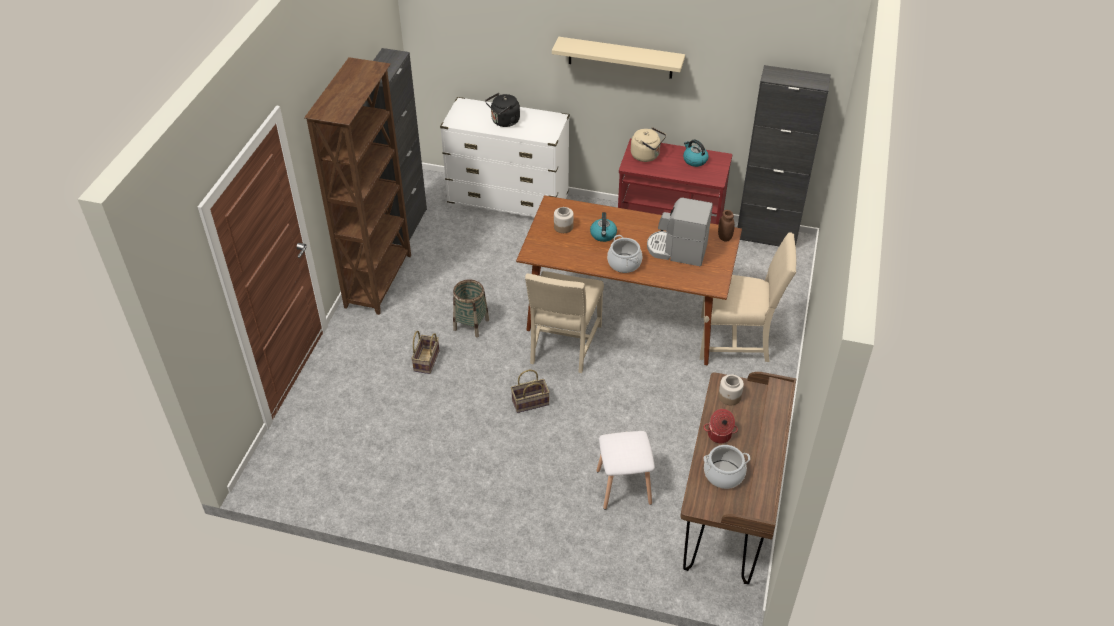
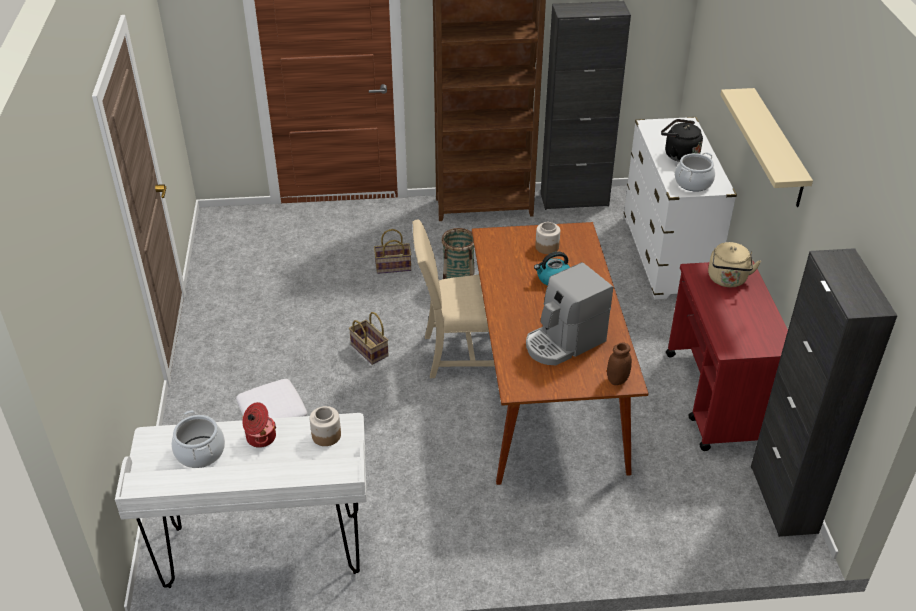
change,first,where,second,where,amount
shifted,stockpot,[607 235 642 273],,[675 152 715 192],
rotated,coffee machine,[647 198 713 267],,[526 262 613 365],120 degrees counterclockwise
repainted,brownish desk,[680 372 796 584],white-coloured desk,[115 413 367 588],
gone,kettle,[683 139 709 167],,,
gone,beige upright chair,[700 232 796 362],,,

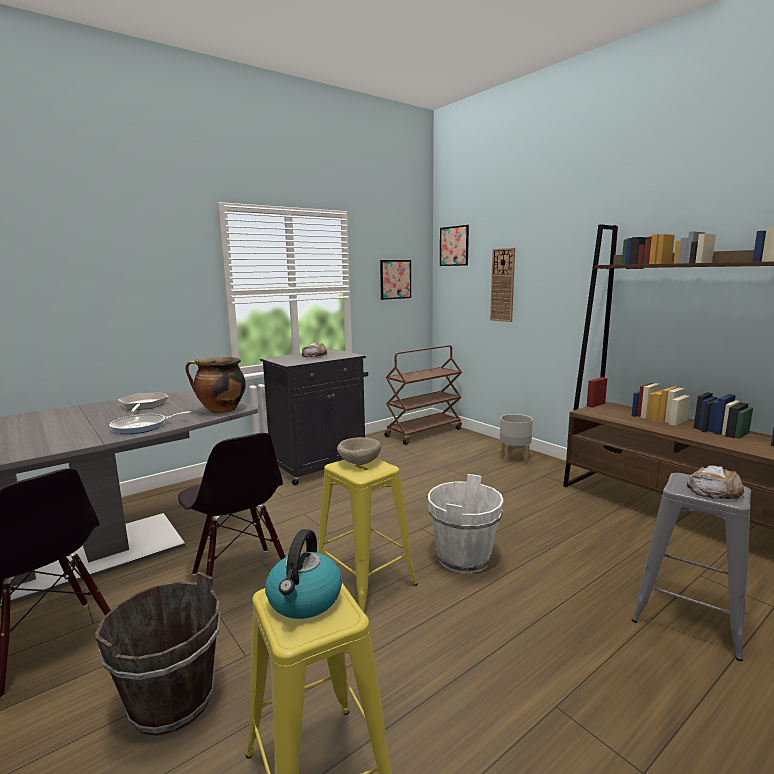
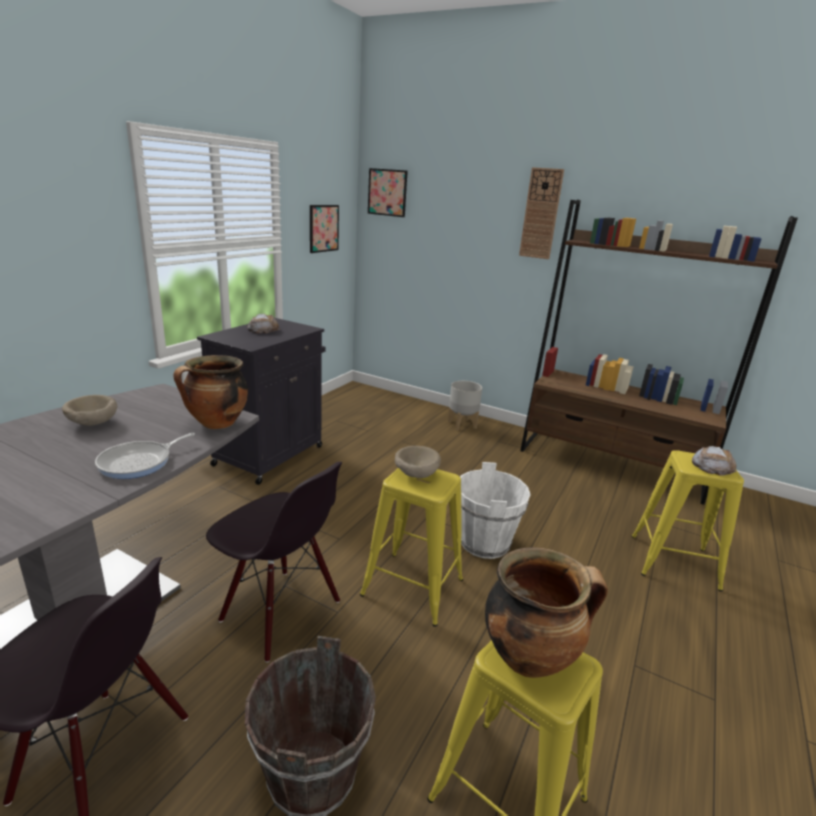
change,first,where,second,where,amount
swapped,pan,[118 392 169 413],beige deep dish,[62 395 117 426],
swapped,kettle,[265 529 342 619],stockpot,[485 547 608 678],
gone,brownish wheeled cart,[384 345 462 445],,,
shifted,clock on the wall,[490 248 515 322],,[519 167 564 259],
repainted,grey stool seat,[632 473 751 661],yellow-coloured stool seat,[631 450 744 592],

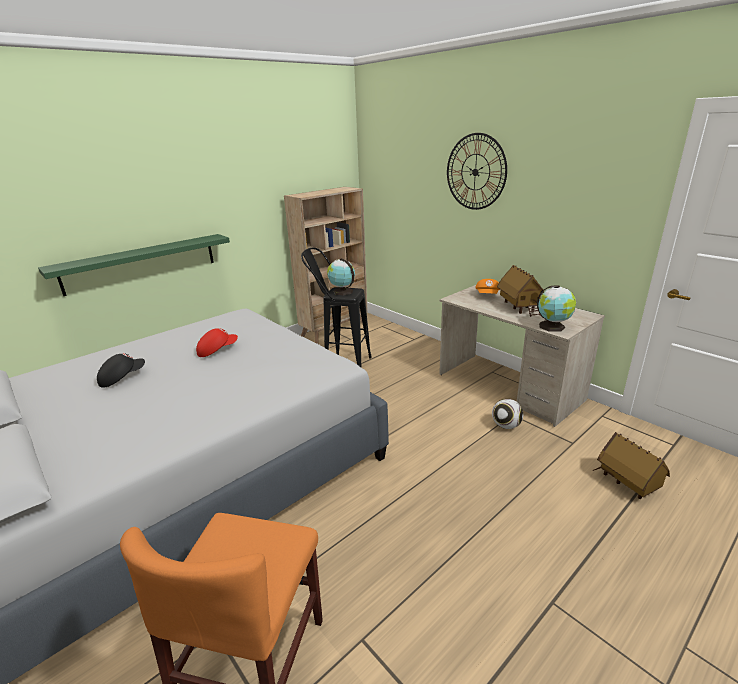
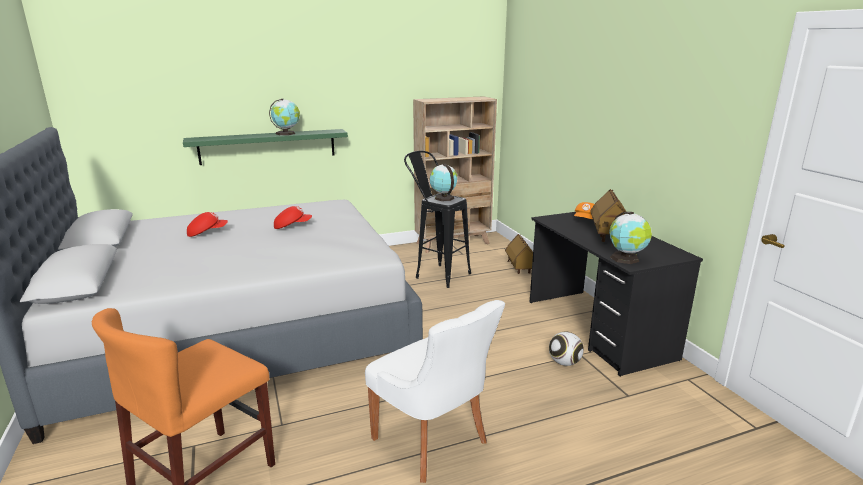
change,first,where,second,where,amount
repainted,black-coloured peaked cap,[97 353 145 388],red-coloured peaked cap,[187 212 228 237],
repainted,beige desk,[439 285 605 427],black-coloured desk,[530 212 703 376],
gone,clock on the wall,[447 133 507 210],,,
shifted,toy house,[593 432 670 499],,[505 234 533 274],
new,,,desk globe,[269 99 300 135],
new,,,white-coloured upright chair,[365 300 505 483],

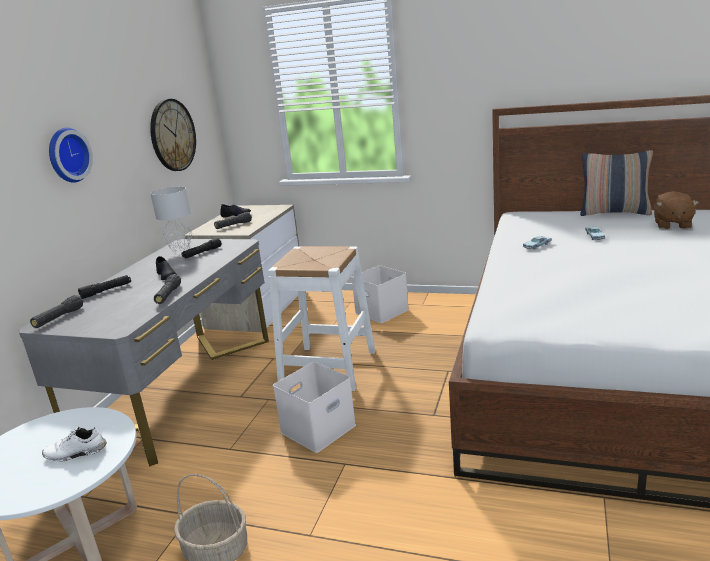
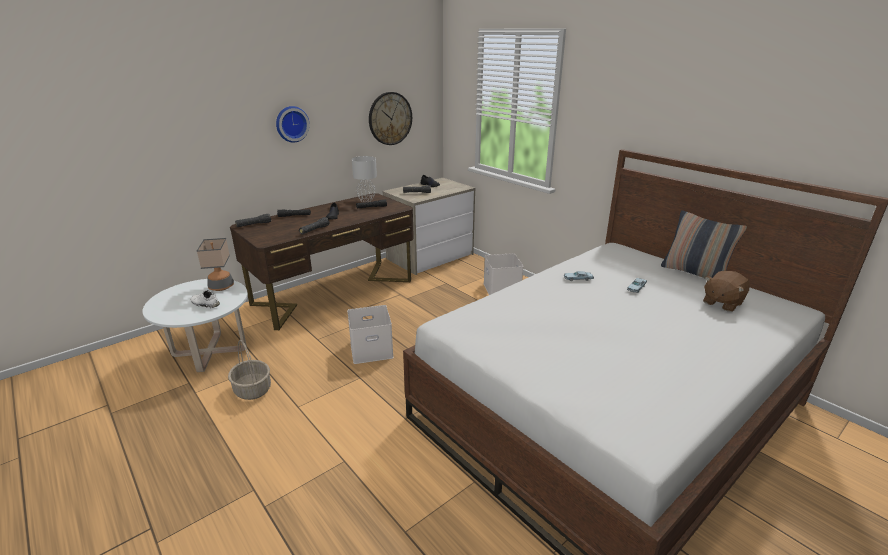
change,first,where,second,where,amount
repainted,grey desk,[19 239 269 466],brownish desk,[230 193 414 330],
gone,white-coloured stool seat,[268 246 376 391],,,
new,,,table lamp,[197 238 234 291],

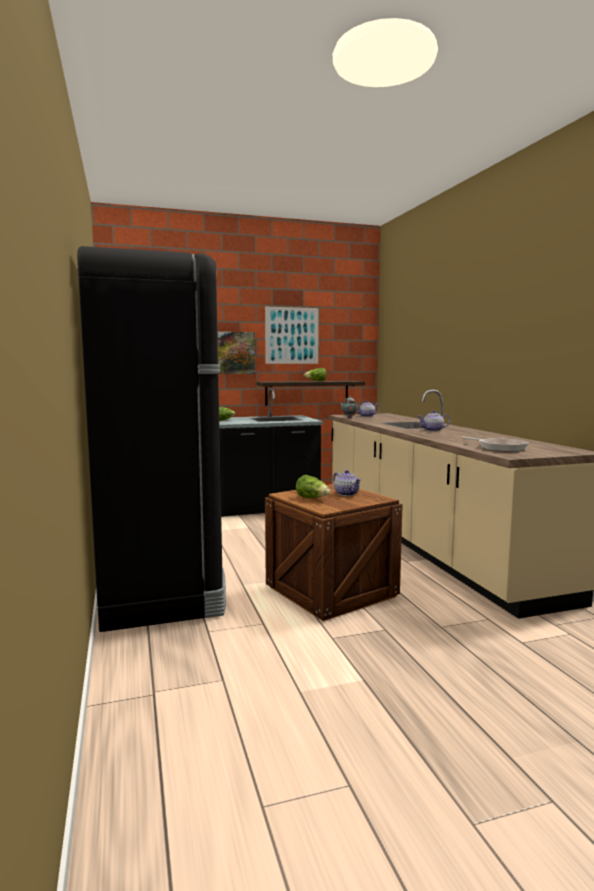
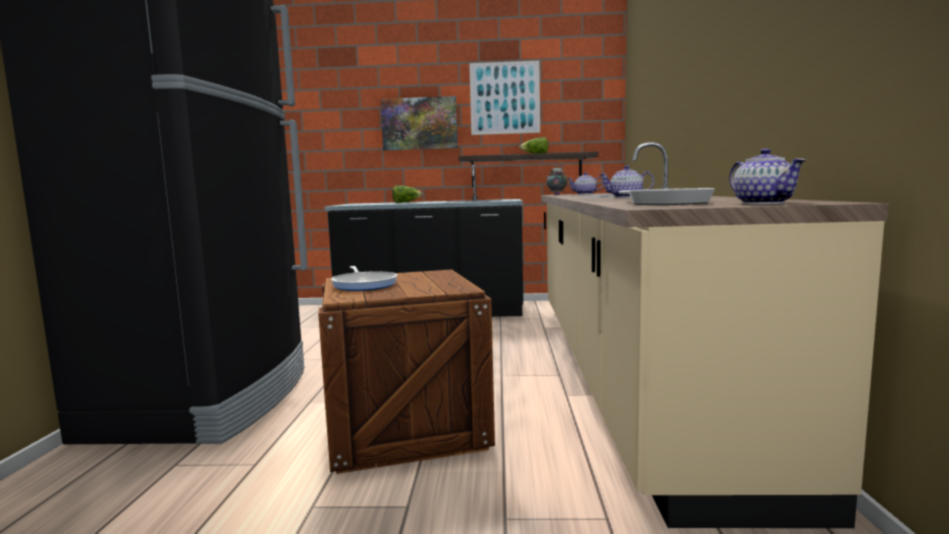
change,first,where,second,where,amount
swapped,head of lettuce,[296 475 330 498],pan,[331 266 397 291],
shifted,pot for tea,[333 470 361 496],,[729 148 806 204],

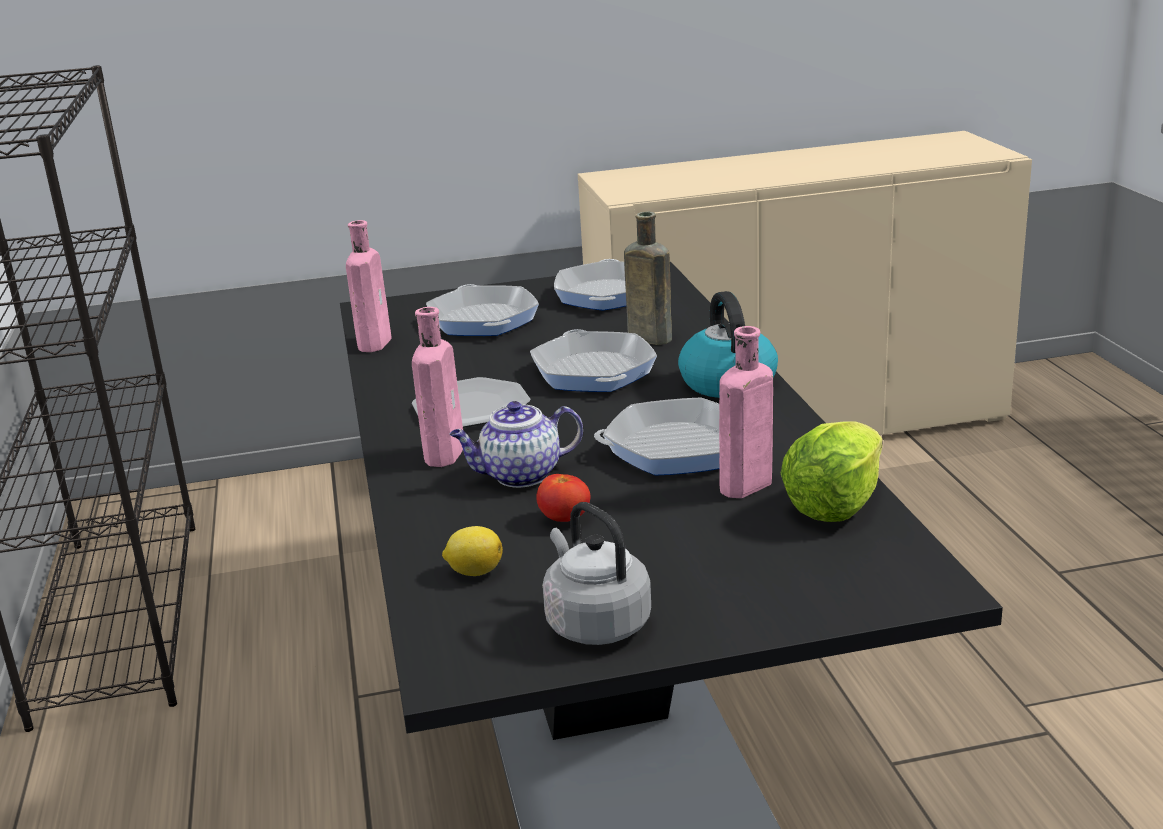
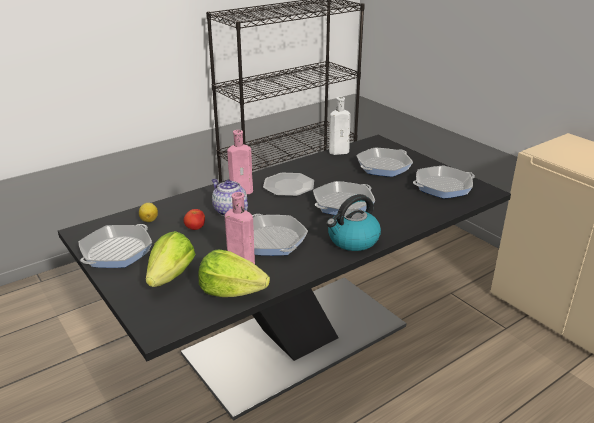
change,first,where,second,where,amount
repainted,pink-coloured drink bottle,[346 220 392 352],white-coloured drink bottle,[329 97 354 155],
swapped,grey kettle,[542 502 651 645],pan,[78 224 152 268],
gone,brownish drink bottle,[624 212 672 345],,,
new,,,head of lettuce,[146 231 195 287],

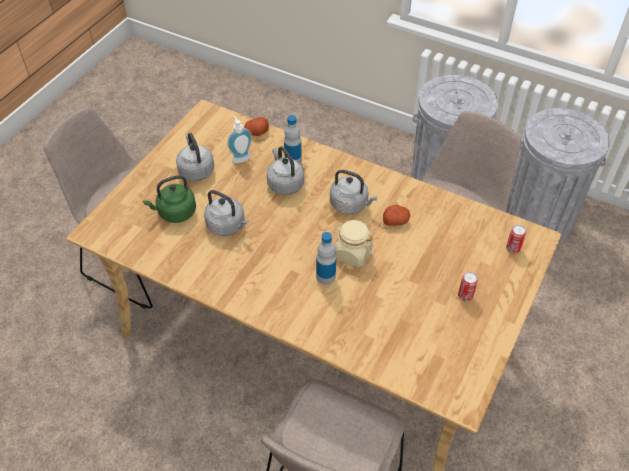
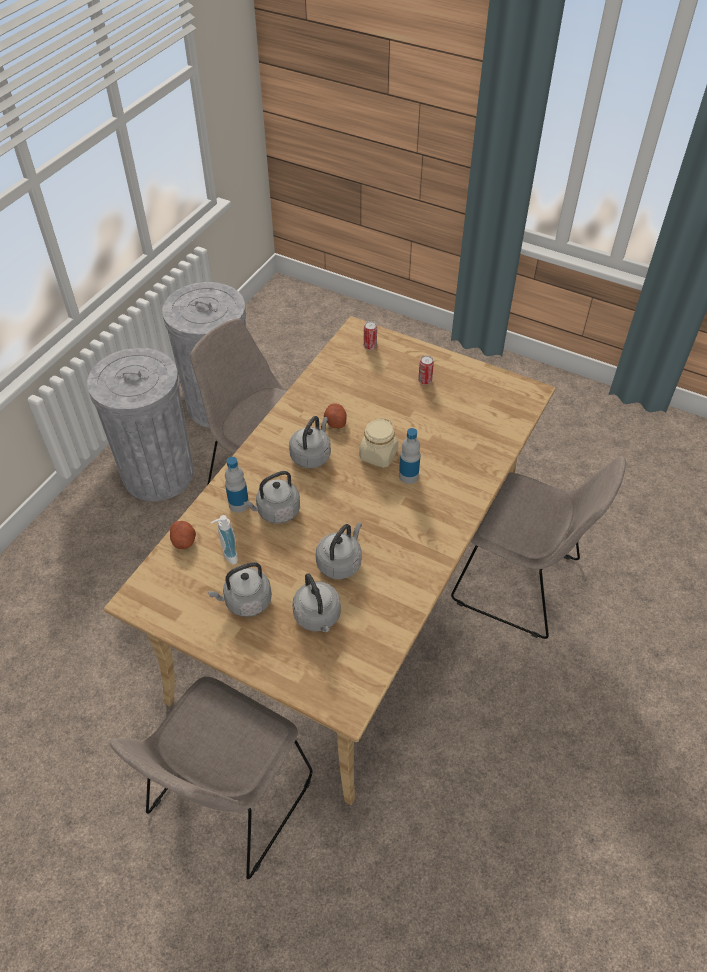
change,first,where,second,where,amount
repainted,greenish kettle,[143 175 196 223],grey kettle,[292 573 341 632],

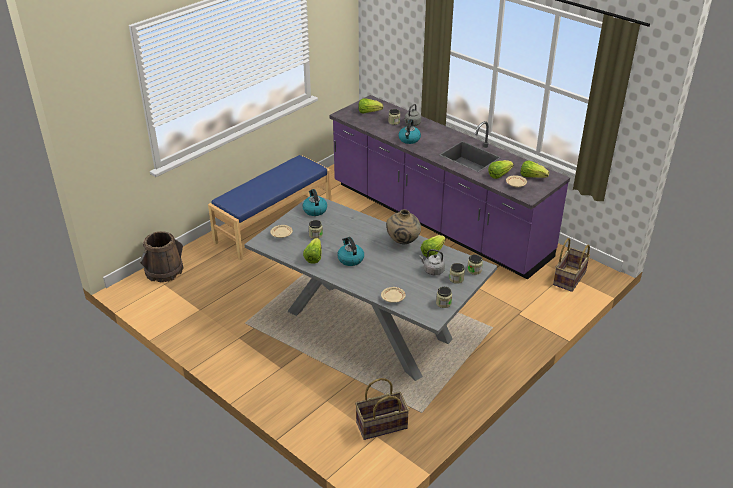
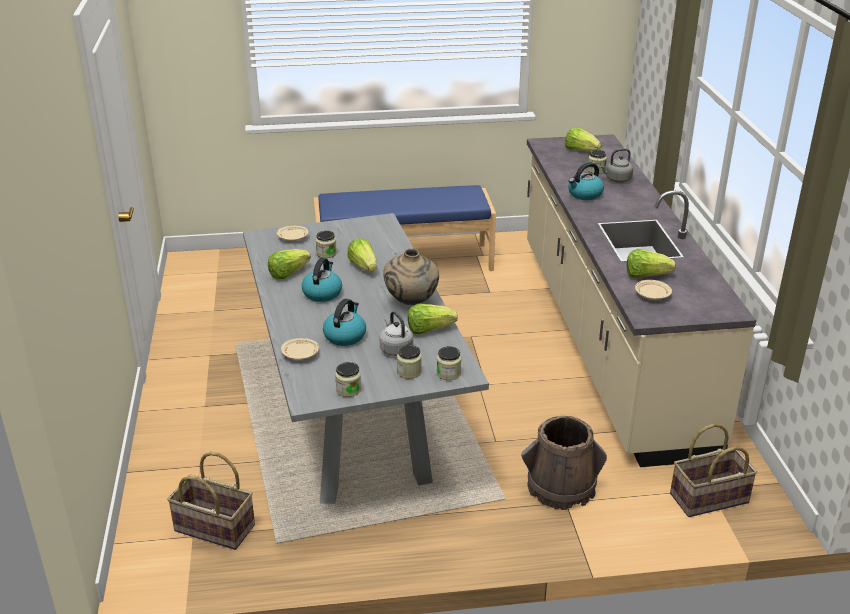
change,first,where,second,where,amount
shifted,brownish water bucket,[139 231 184 283],,[521 416 607 510],
shifted,kettle,[302 189 327 216],,[323 299 366 346],
repainted,purple-coloured kitchen counter,[329 95 570 279],beige kitchen counter,[527 134 756 467],
shifted,head of lettuce,[521 161 549 178],,[348 238 377 272],

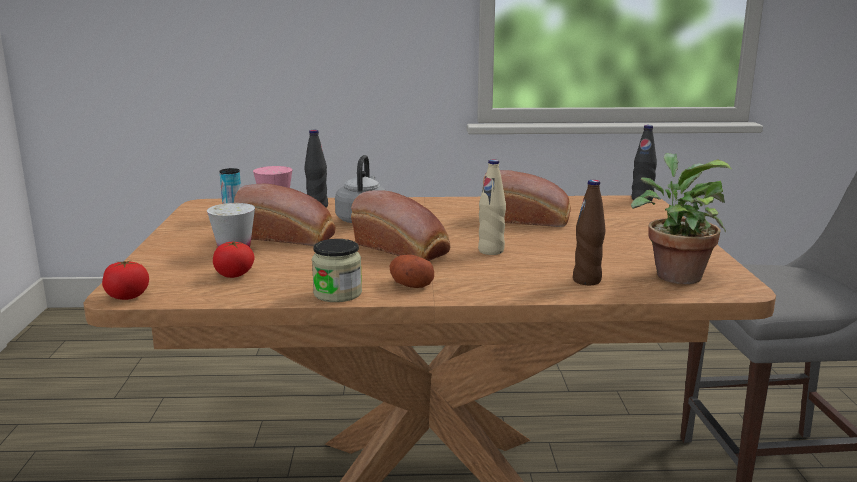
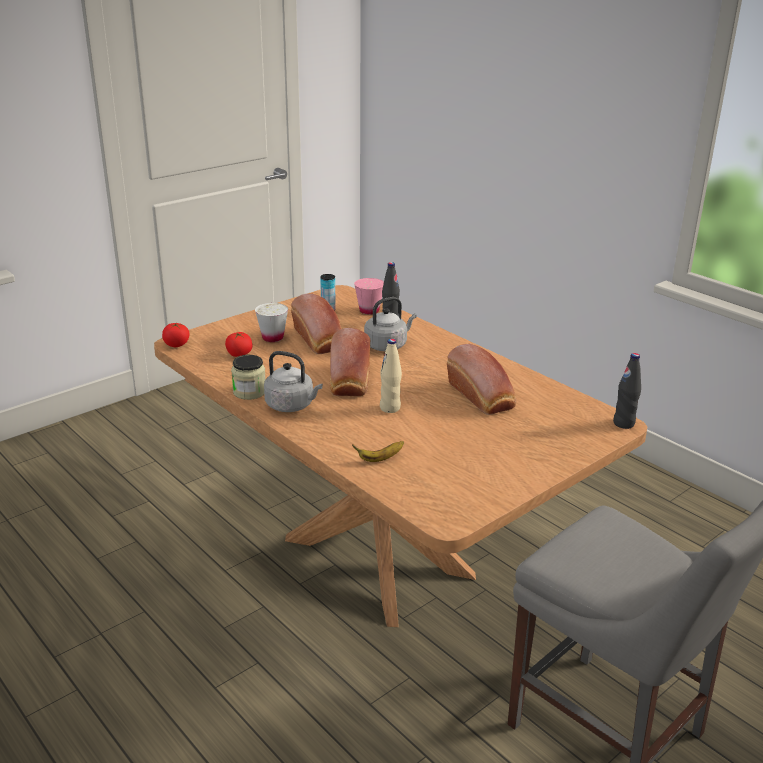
change,first,where,second,where,amount
swapped,whole potato,[390 255 434 288],grey kettle,[264 351 323 412],
swapped,brownish drink bottle,[573 180 605 285],banana fruit,[352 441 404 462],
gone,plant in a pot,[631 153 732 284],,,

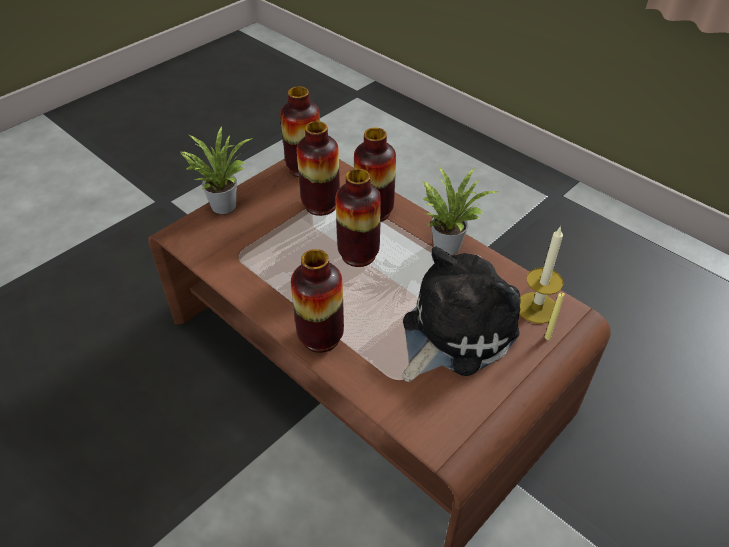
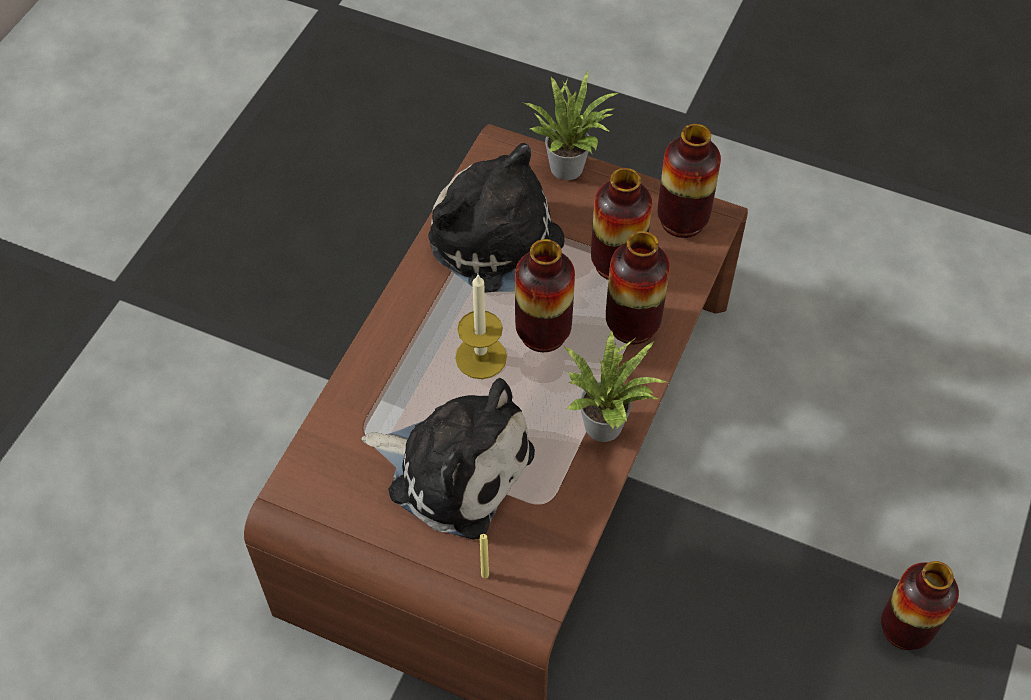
change,first,where,second,where,amount
shifted,flower vase,[291 249 344 353],,[881 561 959 650],
shifted,wax light,[520 226 563 324],,[455 275 507 379],
new,,,cuddly toy,[428 143 564 293],

